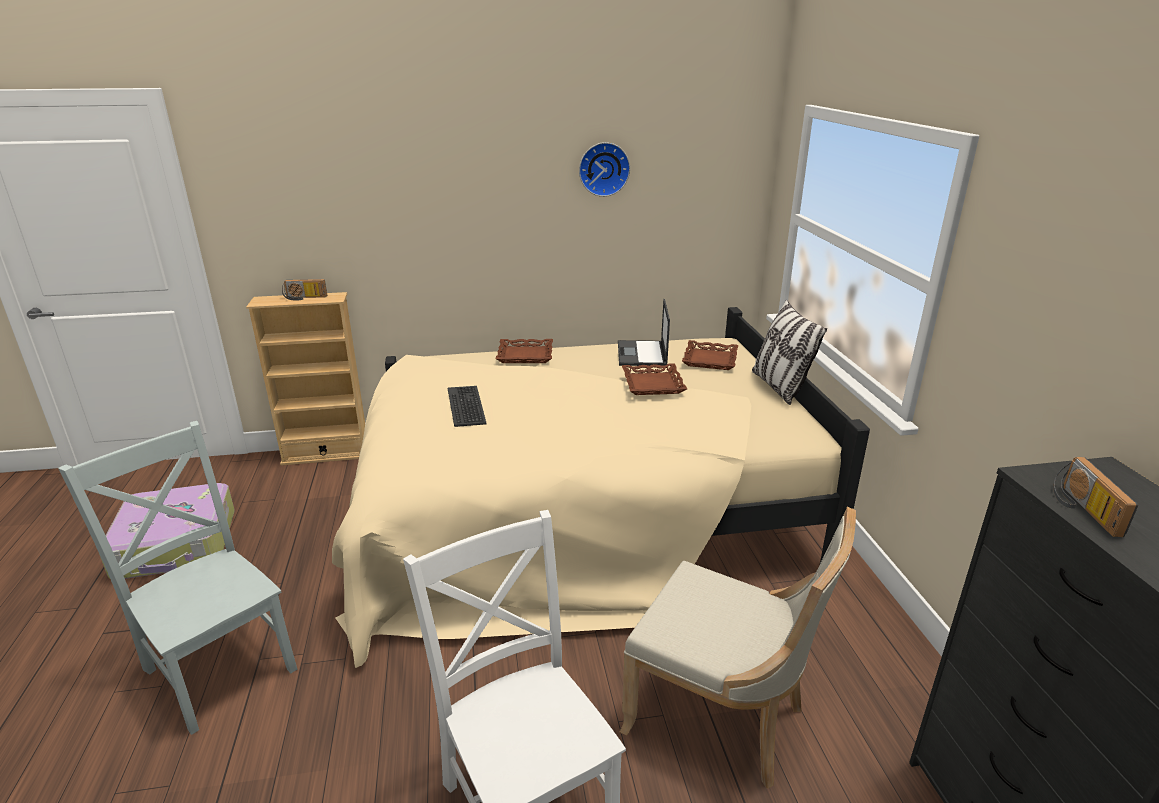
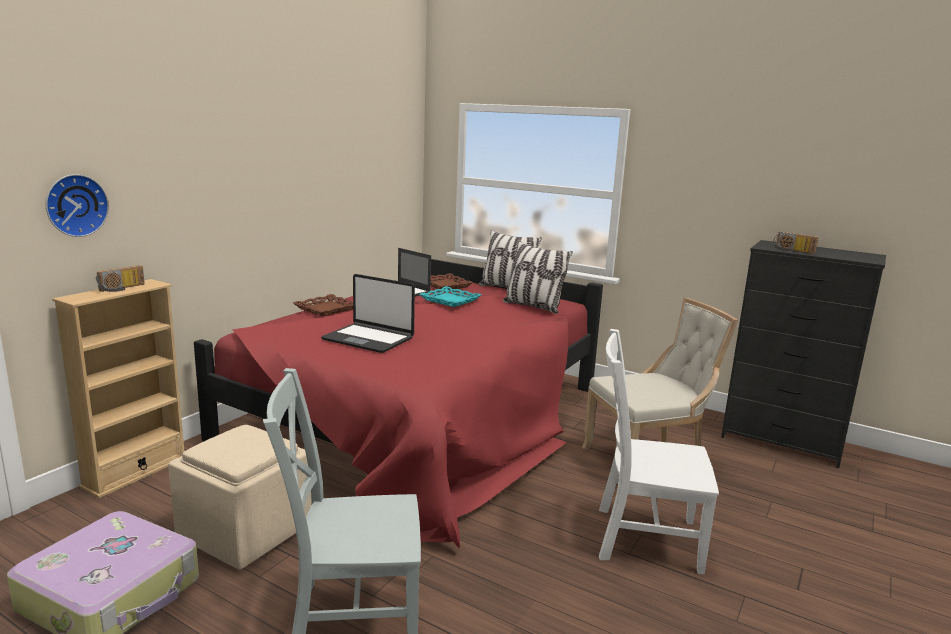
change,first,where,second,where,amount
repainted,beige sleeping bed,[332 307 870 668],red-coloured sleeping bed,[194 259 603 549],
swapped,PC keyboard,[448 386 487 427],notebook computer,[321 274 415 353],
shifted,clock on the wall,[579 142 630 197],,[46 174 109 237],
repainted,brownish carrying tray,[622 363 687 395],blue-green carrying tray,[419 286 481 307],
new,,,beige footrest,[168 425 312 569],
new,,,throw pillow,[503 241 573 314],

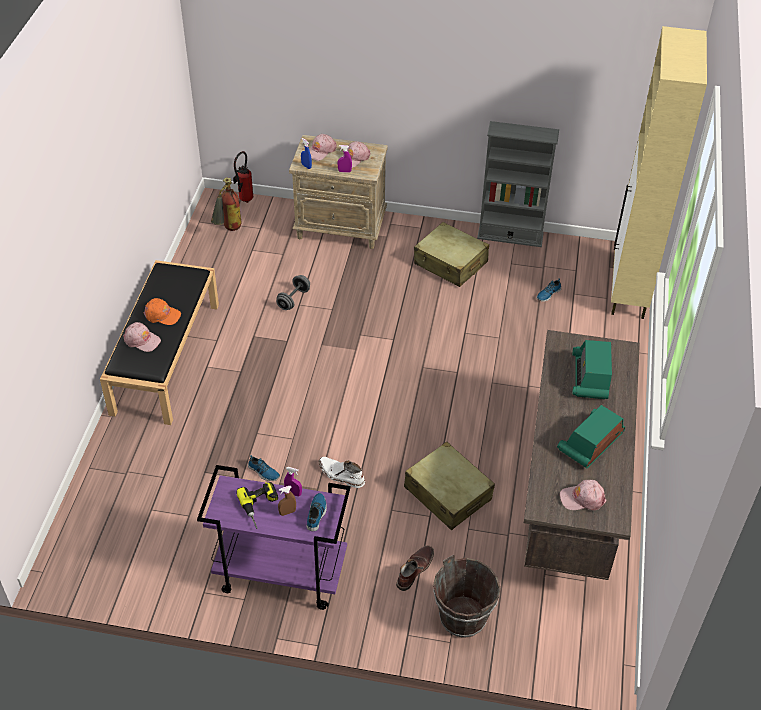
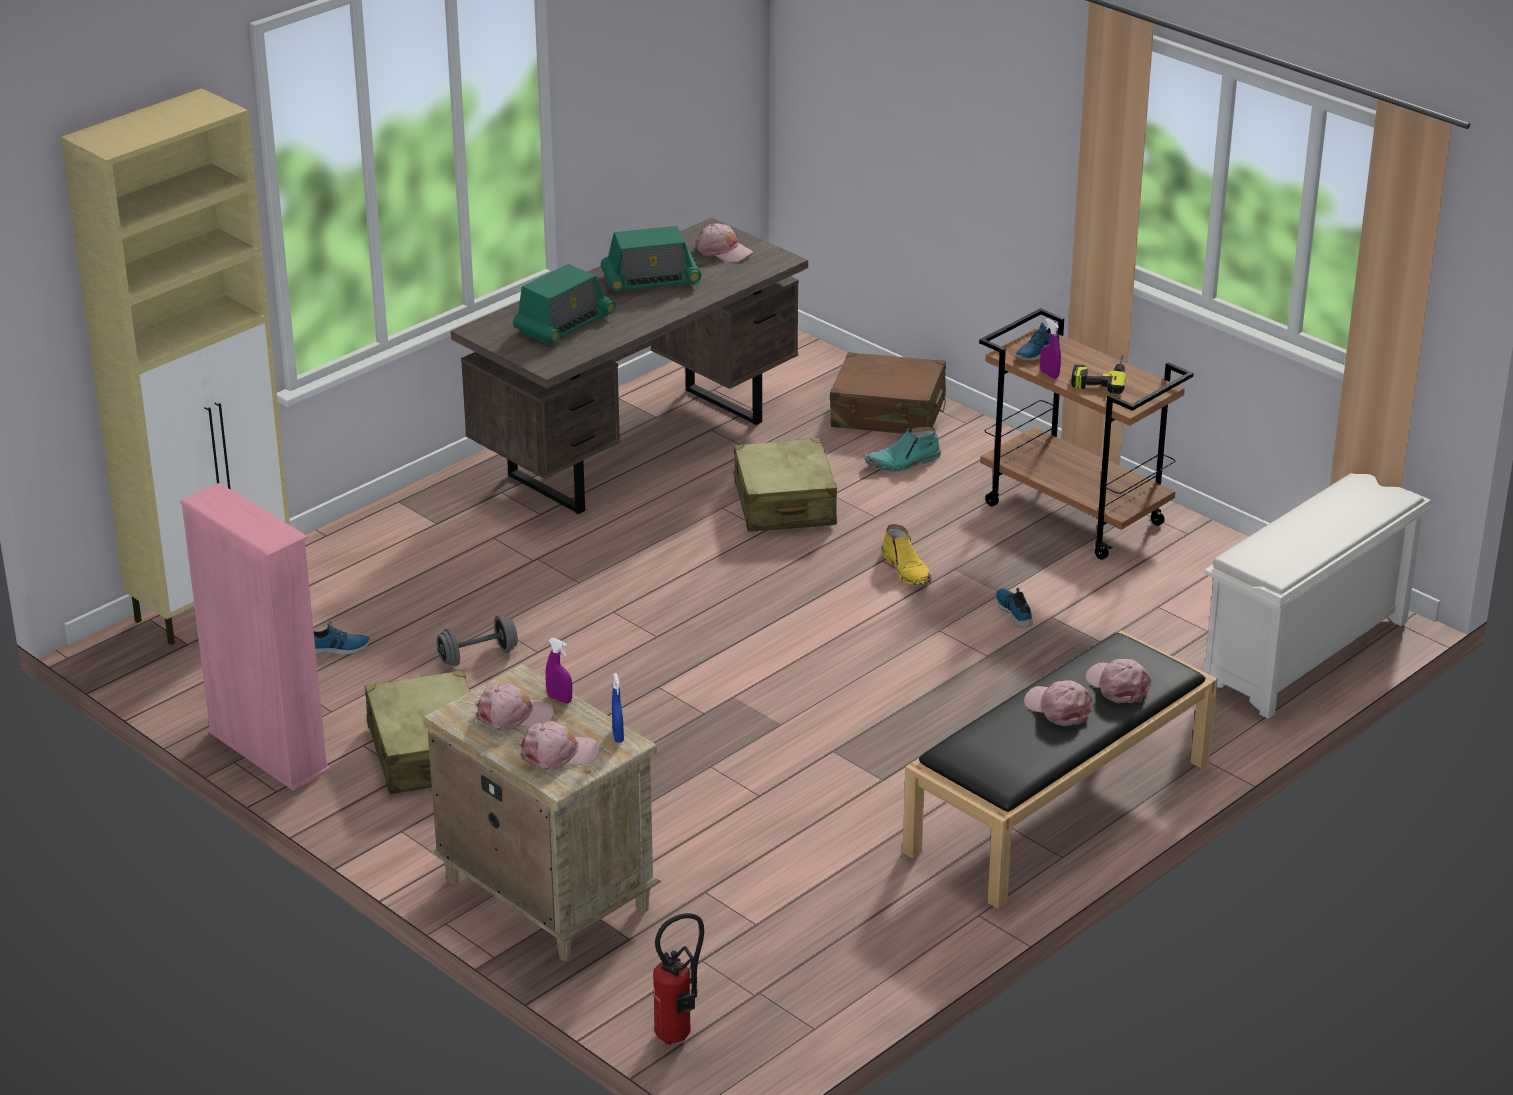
change,first,where,second,where,amount
repainted,orange peaked cap,[143 298 181 325],pink-coloured peaked cap,[1024 680 1092 726],
repainted,purple-coloured wheeled cart,[197 465 351 610],brownish wheeled cart,[979 308 1194 560],
gone,fire extinguisher,[211 177 241 231],,,
shifted,grey hand weight,[276 275 310 310],,[437 615 518 666],
gone,brownish hand sprayer,[278 486 296 516],,,
repainted,white-coloured boot,[319 457 365 488],yellow-coloured boot,[882 524 932 585],
repainted,brownish boot,[396 546 434 591],blue-green boot,[865 427 941 472],
swapped,brownish water bucket,[433 555 501 638],brownish travel case,[830 352 946 434],
repainted,grey bookshelf,[477 121 559 247],pink-coloured bookshelf,[180 483 331 791],
new,,,white-coloured shoe shelf,[1203 473 1431 719],

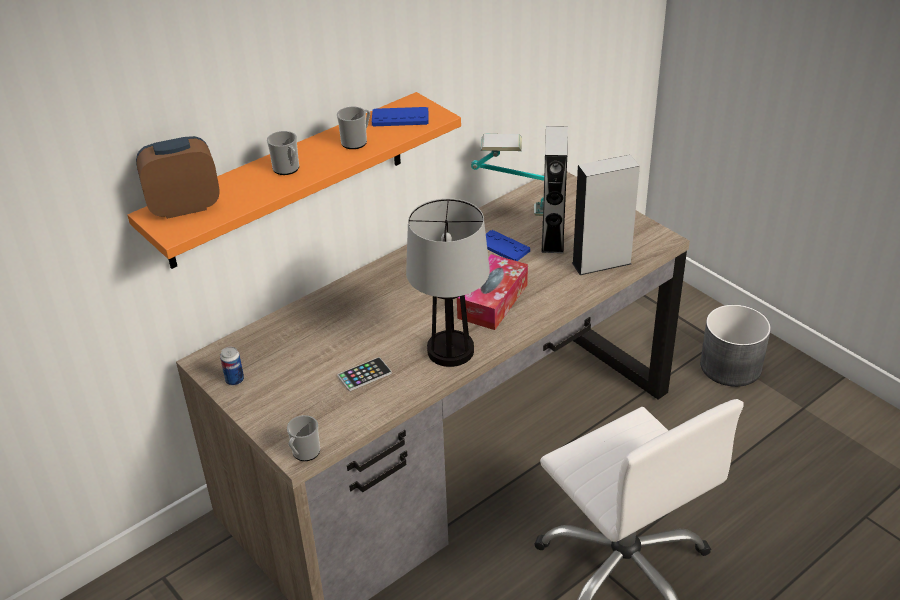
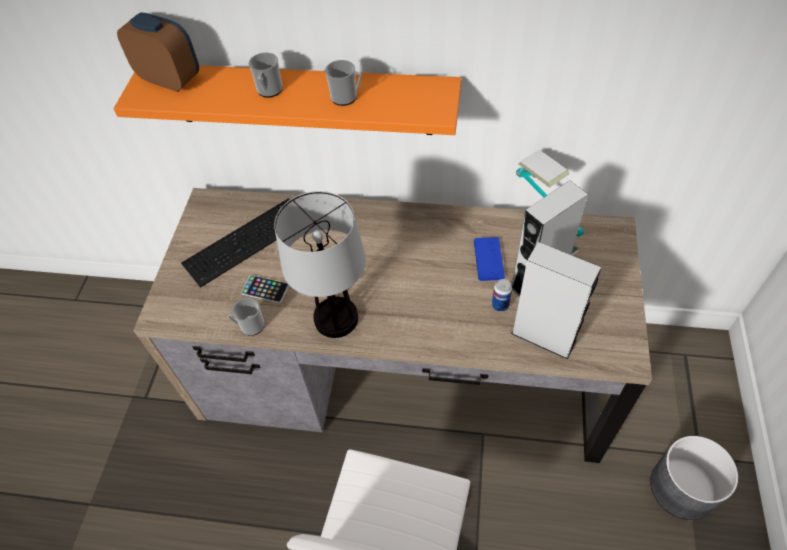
change,first,where,second,where,amount
shifted,sealed can,[220 347 244 385],,[492 279 512 312],
shifted,tea mug,[287 415 320 461],,[227 298 265 336],
gone,bluish joypad,[372 107 428 126],,,
gone,tissue box,[457 254 528 330],,,
new,,,PC keyboard,[181 199 290 288],

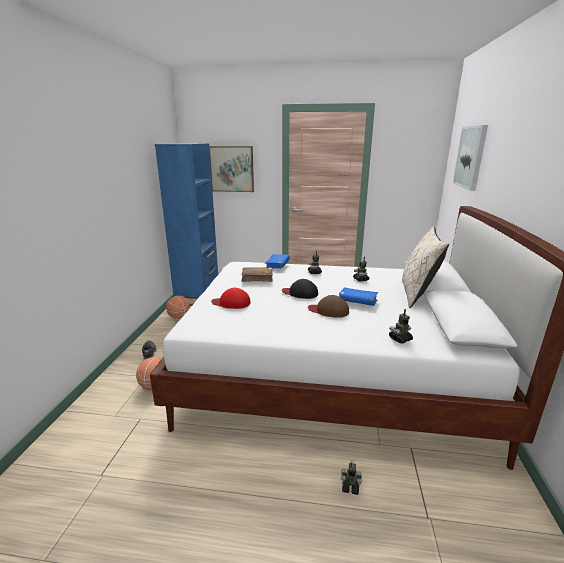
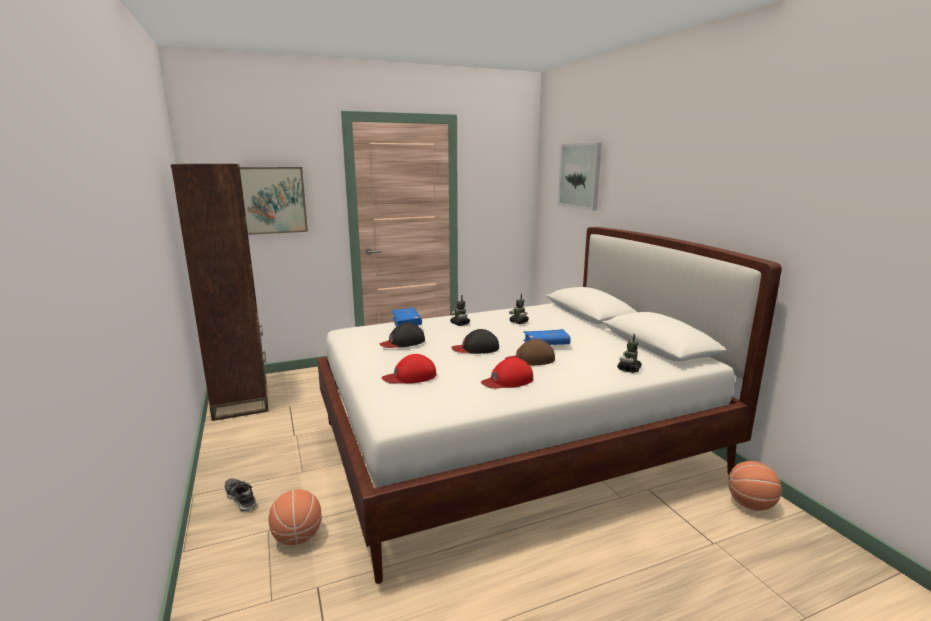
change,first,where,second,where,amount
repainted,bluish bookshelf,[155 143 218 306],brownish bookshelf,[171 163 269 421],
shifted,ball for basketball,[166 296 190 319],,[728 461 782 511],
swapped,brownish book,[241 267 273 282],black-coloured peaked cap,[380 323 425 348],
gone,robot figure,[341 461 362 495],,,
gone,beige throw pillow,[402 226 449 308],,,
new,,,red-coloured peaked cap,[481 357 533 389],

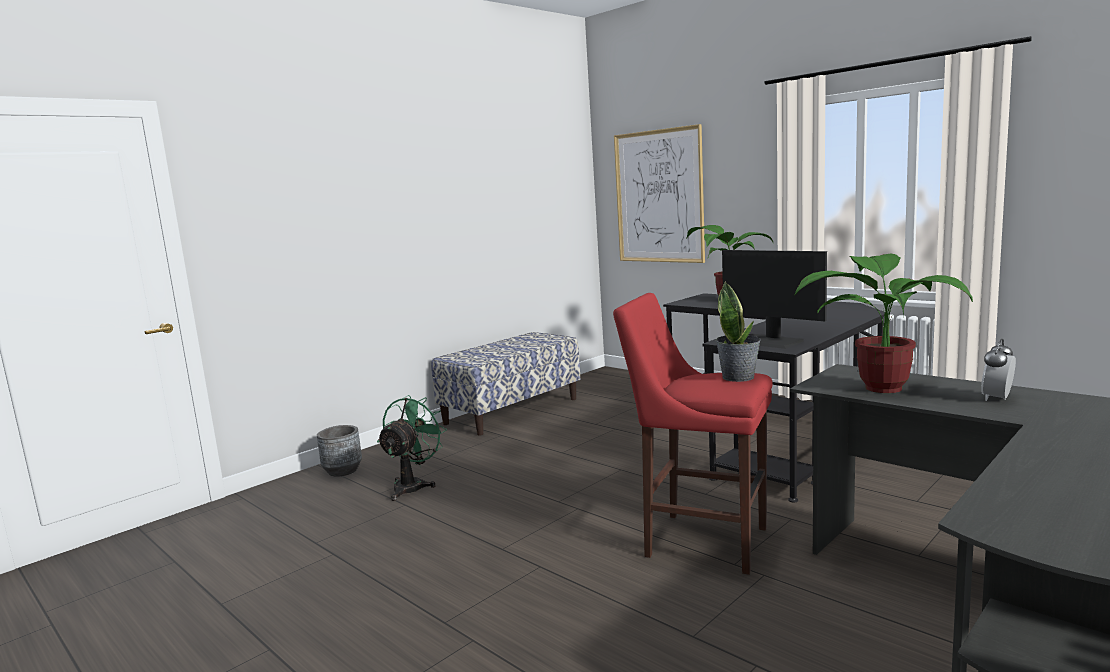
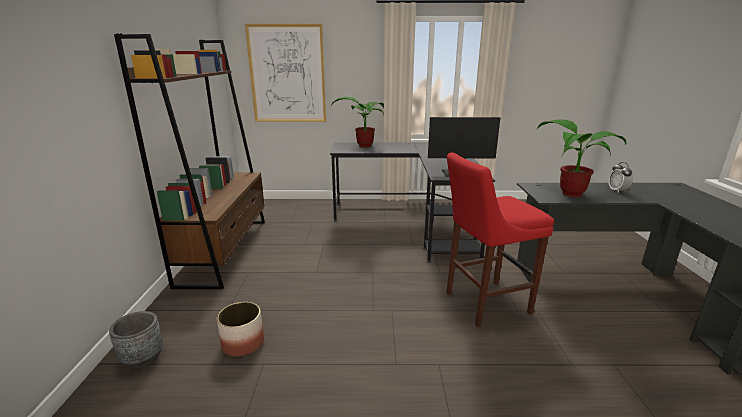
change,first,where,second,where,amount
swapped,greenish cooling fan,[377 395 447 501],flower pot,[217 302 264 356],
swapped,indoor bench,[431 332 580 436],brownish bookshelf,[114 34 265 289],
gone,plant in a pot,[716 281 761 382],,,

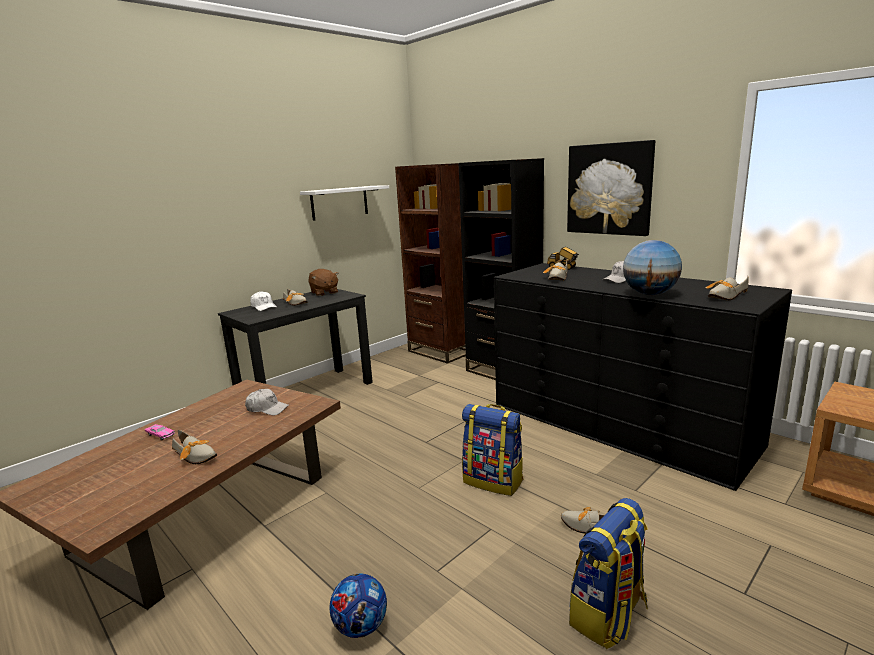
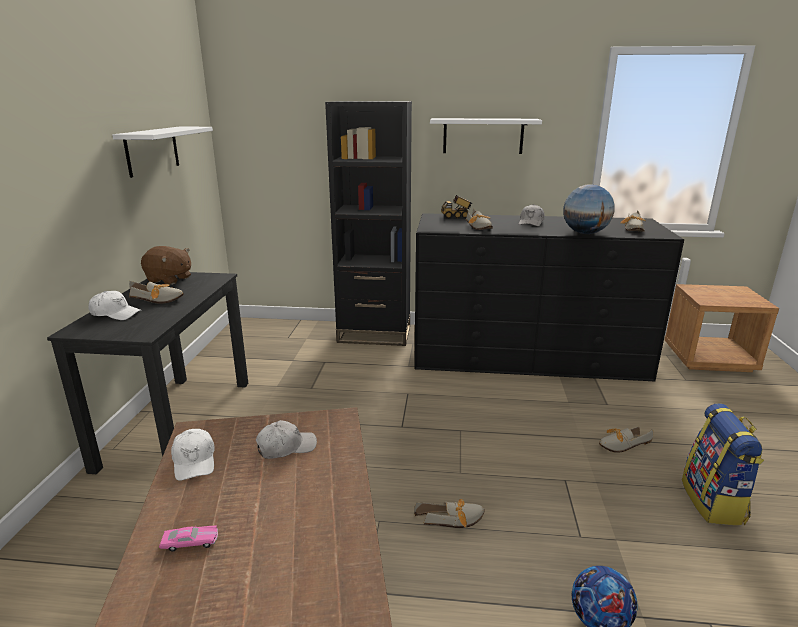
change,first,where,second,where,amount
shifted,shoe,[172 429 217 464],,[414 499 485 528],
gone,brownish bookshelf,[395 163 466 364],,,
gone,backpack,[462 404 524 496],,,
swapped,wall picture,[567 140 655 236],white-coloured shelf,[430 118 542 154],
new,,,white-coloured peaked cap,[171 429 215 481],

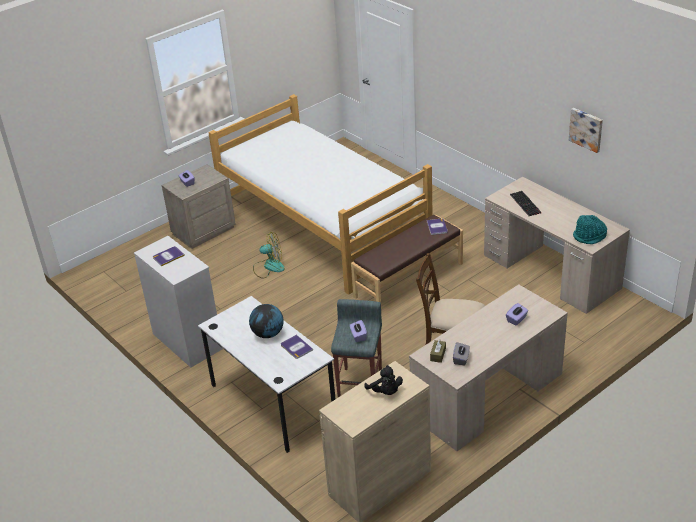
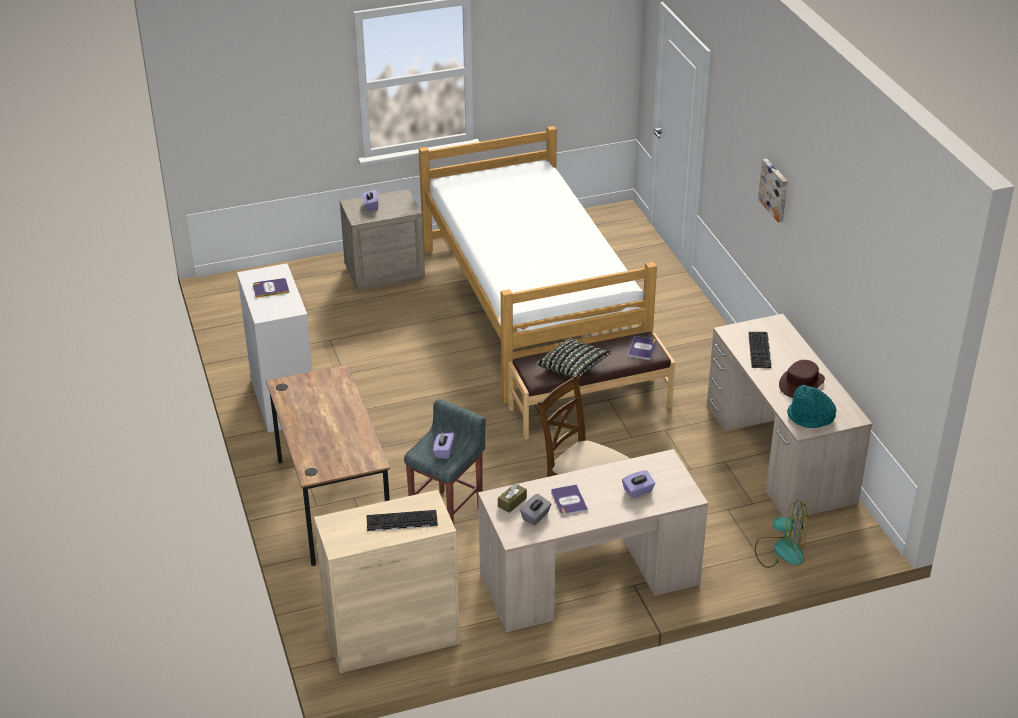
change,first,where,second,where,amount
repainted,white-coloured desk,[198 296 336 453],brownish desk,[266 364 390 566],
gone,desk globe,[249 304 284 338],,,
shifted,cooling fan,[253 232 285 278],,[755 500 808 568],
shifted,book,[281 334 313 359],,[551 484 588 516],
swapped,black-coloured cuddly toy,[364 365 403 395],PC keyboard,[366 510 438 532],
shifted,wall picture,[569 108 603 153],,[758 158 788 223],
new,,,throw pillow,[536 338 612 379],
new,,,brownish wearable hat,[779 360 825 398],

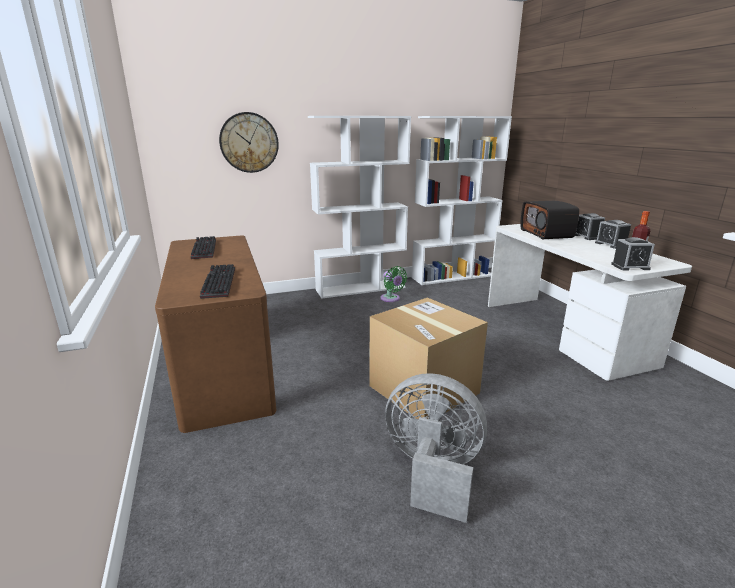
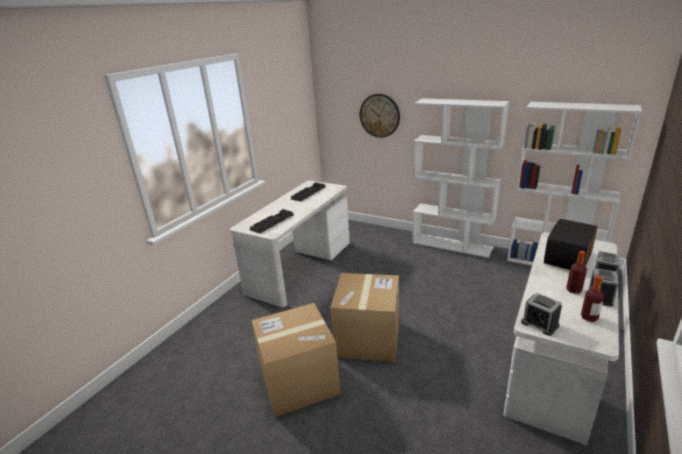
change,first,where,second,where,amount
repainted,brownish desk,[155 236 276 433],white-coloured desk,[230 181 350 307],
gone,greenish cooling fan,[380 266 407 302],,,
swapped,grey cooling fan,[385 373 487 523],carton,[251 303 341 417],
new,,,drink bottle,[566 251 587 294],

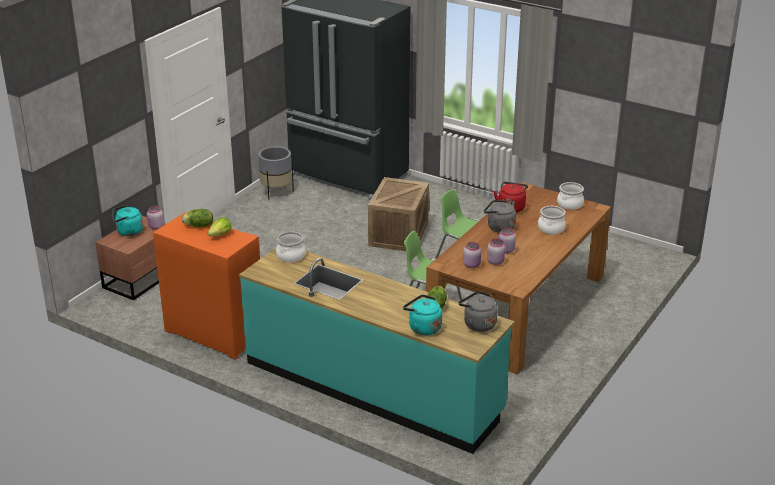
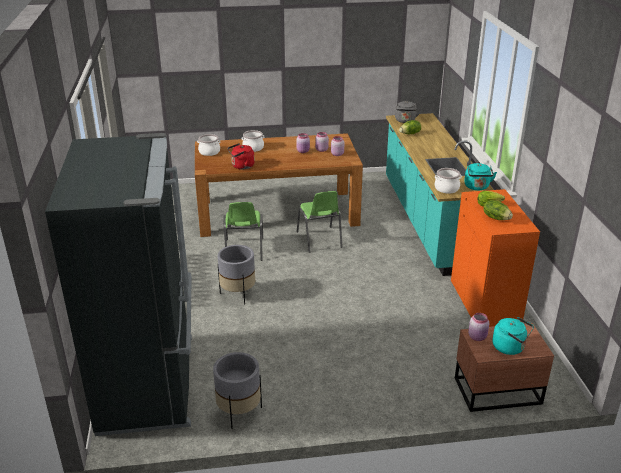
change,first,where,second,where,amount
swapped,crate,[368 177 429 251],grey flower pot,[218 245 255 305],
shifted,blue-green kettle,[403 295 442 335],,[464 163 497 190],
gone,grey kettle,[484 200 516 233],,,

